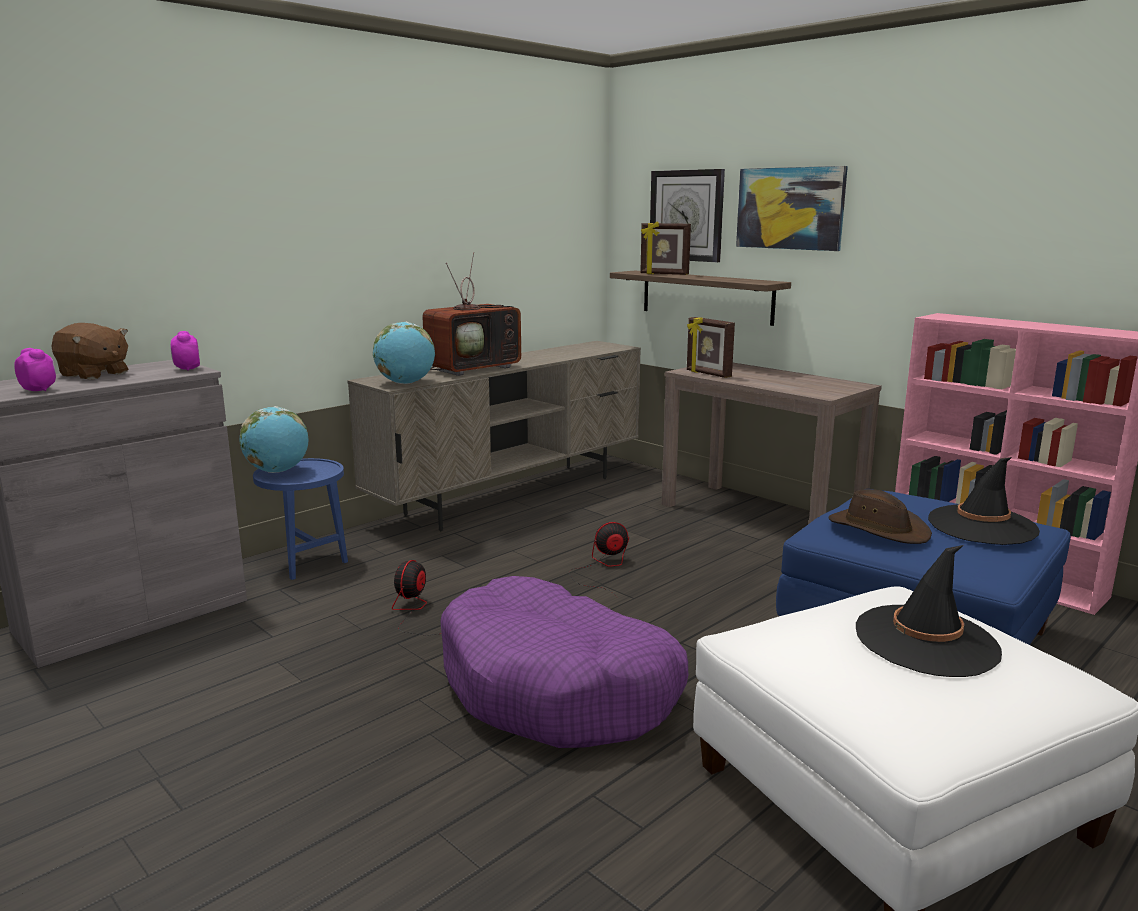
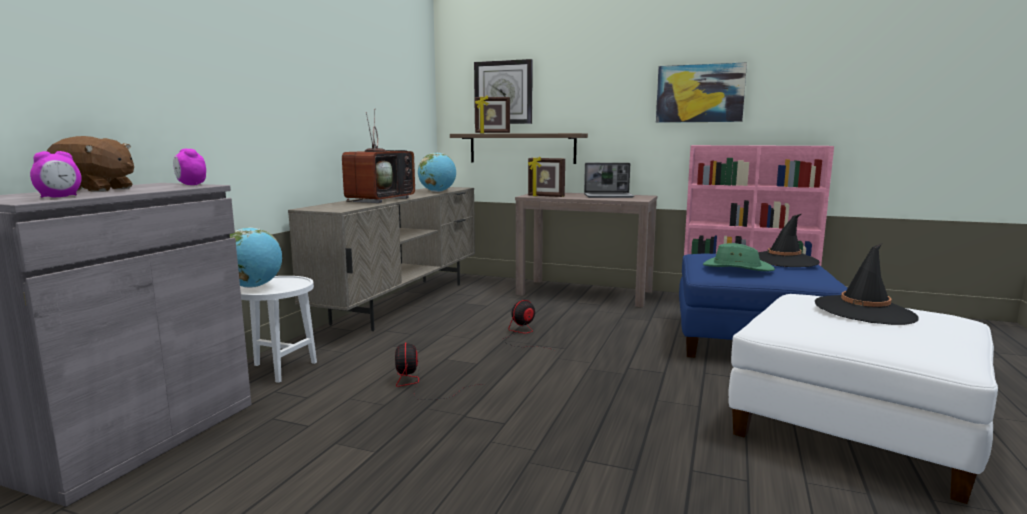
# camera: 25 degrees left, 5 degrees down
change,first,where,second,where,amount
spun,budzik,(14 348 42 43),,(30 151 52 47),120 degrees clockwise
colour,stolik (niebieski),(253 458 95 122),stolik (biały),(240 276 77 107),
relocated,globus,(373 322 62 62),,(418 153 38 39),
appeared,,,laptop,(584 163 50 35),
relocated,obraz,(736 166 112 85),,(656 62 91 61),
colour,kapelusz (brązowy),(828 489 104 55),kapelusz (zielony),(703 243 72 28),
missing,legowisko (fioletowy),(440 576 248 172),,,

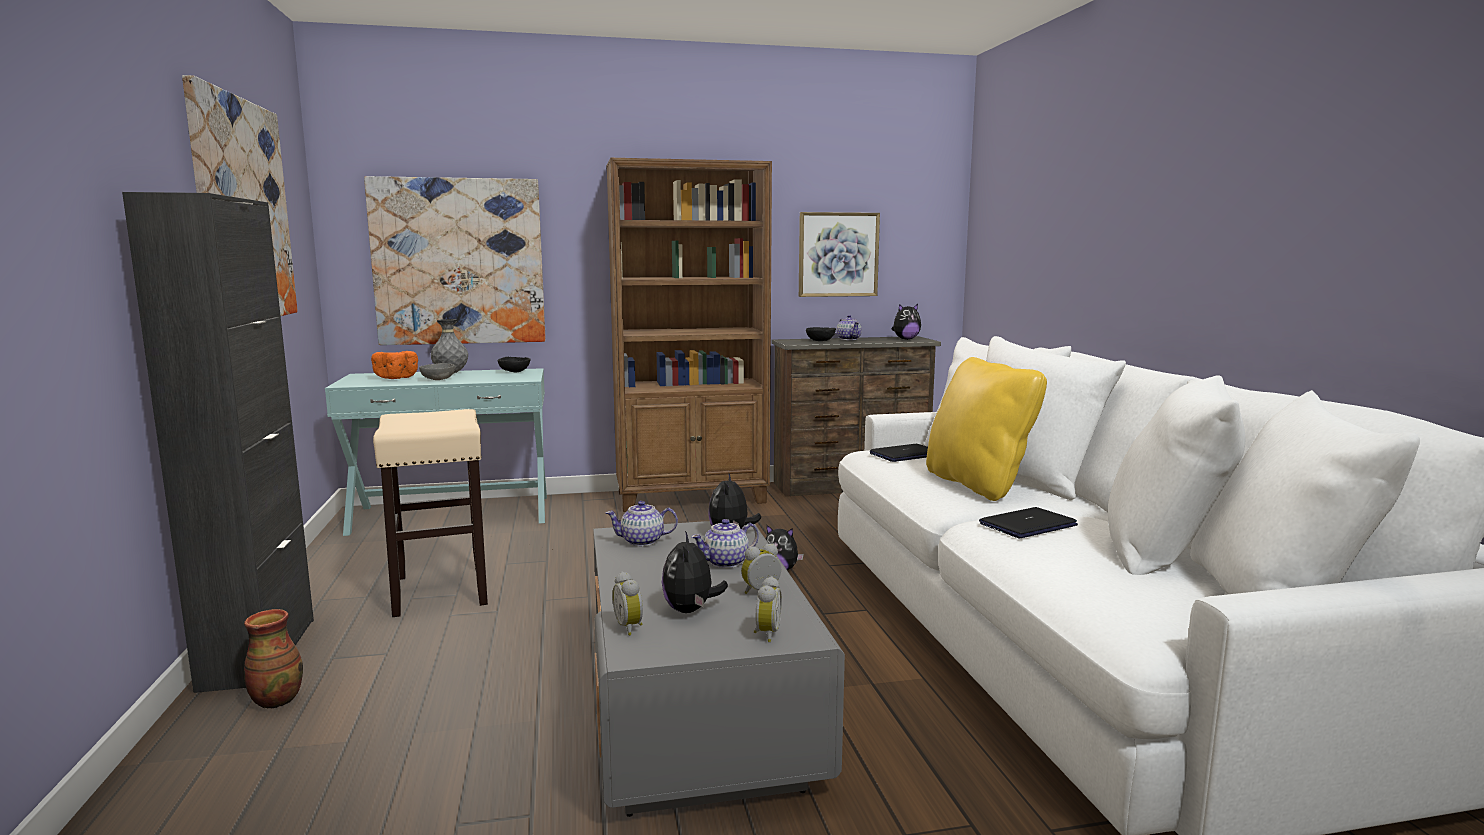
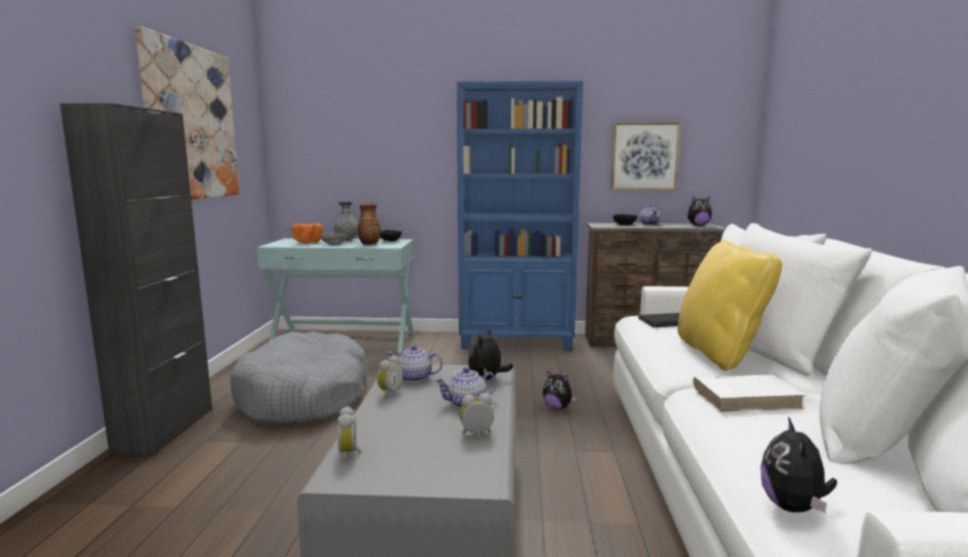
# camera: 15 degrees right, 0 degrees up
change,first,where,second,where,amount
exchanged,stołek (beżowy),(373 409 115 208),legowisko (szary),(230 332 138 91),
relocated,wazon,(244 609 59 100),,(358 204 23 41),
relocated,budzik,(754 576 28 66),,(377 356 26 41),
colour,regał (brązowy),(606 158 166 354),regał (niebieski),(457 80 126 271),
exchanged,laptop,(979 507 99 31),książka (biały),(692 375 113 36),
relocated,pluszak,(662 531 66 82),,(760 416 77 97),
missing,obraz,(364 176 182 169),,,

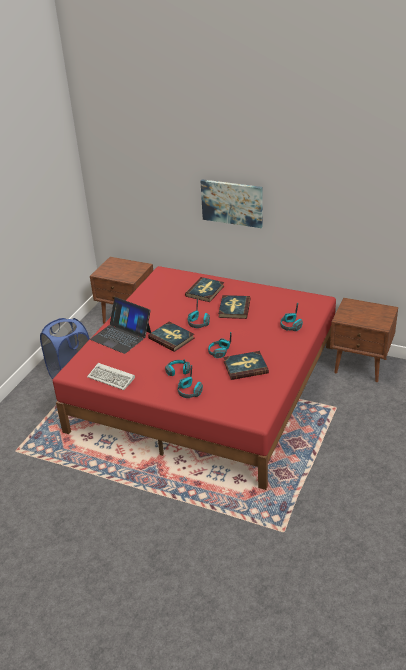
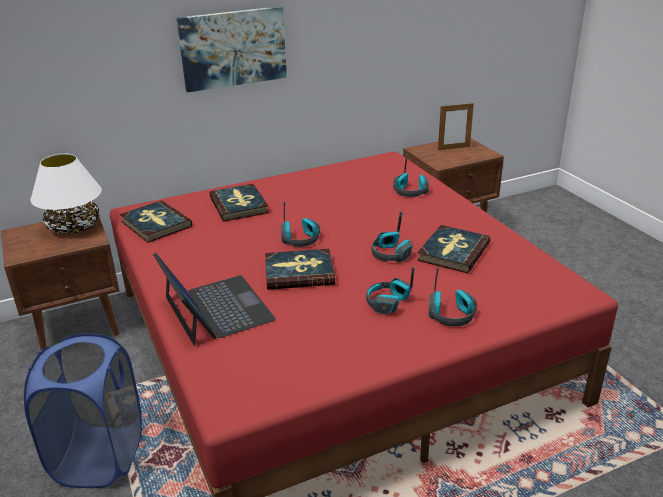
# camera: 50 degrees left, 5 degrees down
change,first,where,second,where,amount
appeared,,,lampa stołowa (biały),(30 154 72 80),
relocated,książka,(218 295 33 24),,(120 200 72 43),
spun,laptop,(90 297 61 57),,(153 252 123 94),105 degrees counterclockwise
appeared,,,ramka na zdjęcie,(438 102 36 48),
missing,klawiatura,(87 363 48 27),,,

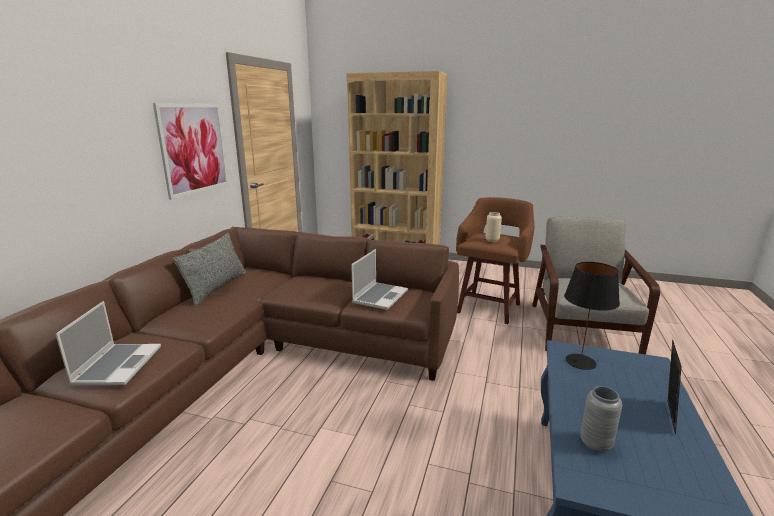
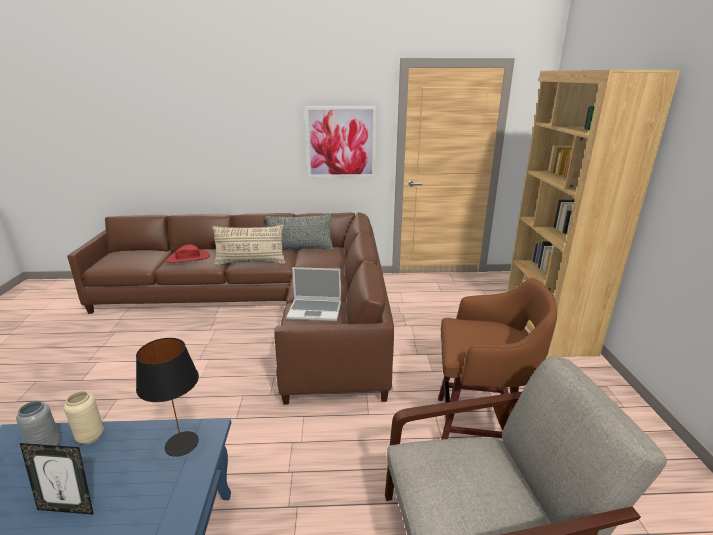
# camera: 70 degrees right, 5 degrees up
change,first,where,second,where,amount
relocated,wazon (beżowy),(485 212 17 30),,(64 391 40 53),
exchanged,laptop,(56 301 105 84),kapelusz (czerwony),(166 244 44 19),
appeared,,,poduszka (beżowy),(212 225 74 41),

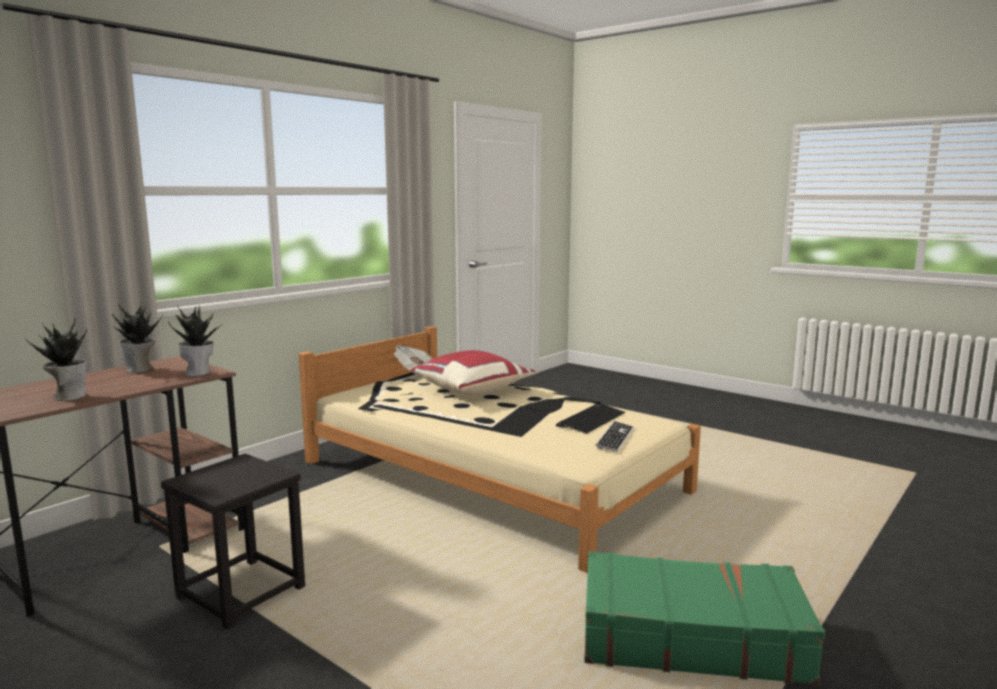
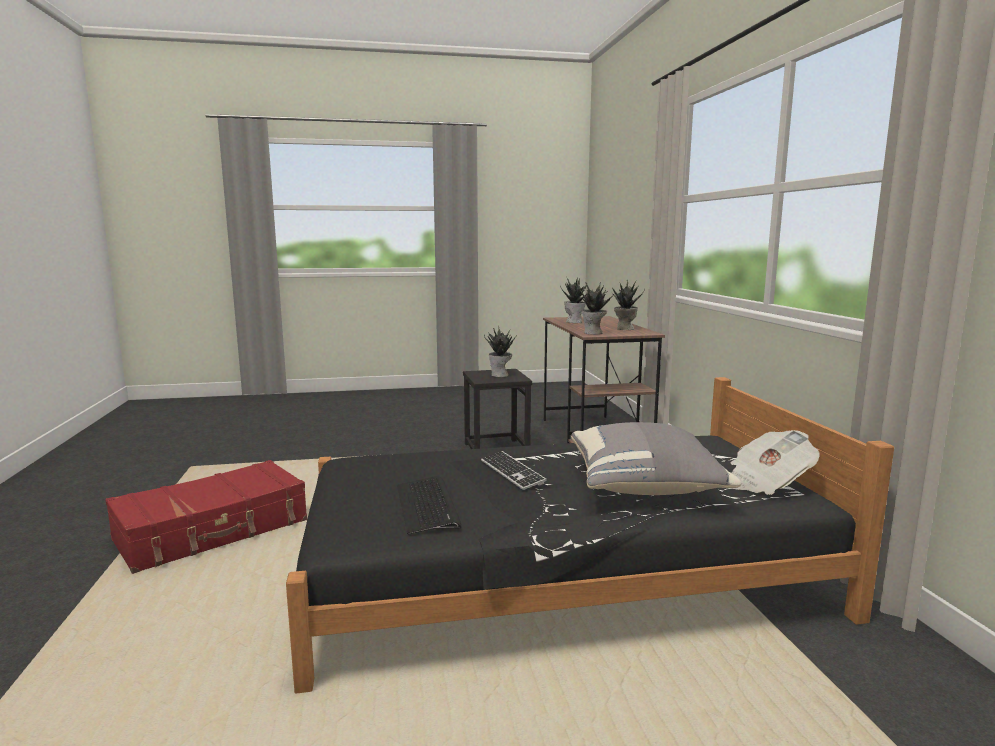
# camera: 130 degrees right, 0 degrees up
change,first,where,second,where,amount
colour,walizka (zielony),(584 551 241 135),walizka (czerwony),(105 460 202 114),
colour,łóżko (beżowy),(299 326 402 247),łóżko (czarny),(286 377 608 317),
relocated,klawiatura,(596 421 38 31),,(481 451 66 39),
appeared,,,roślina doniczkowa,(484 325 33 52),
colour,poduszka (czerwony),(411 350 124 45),poduszka (szary),(571 422 170 73),

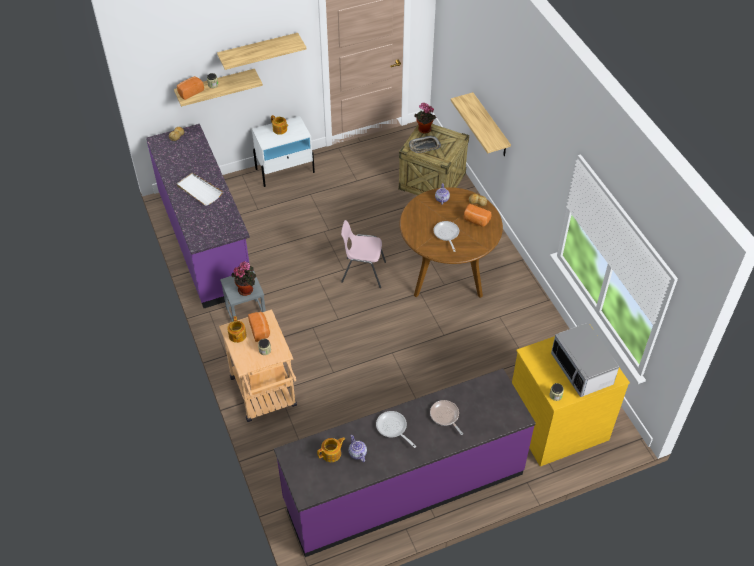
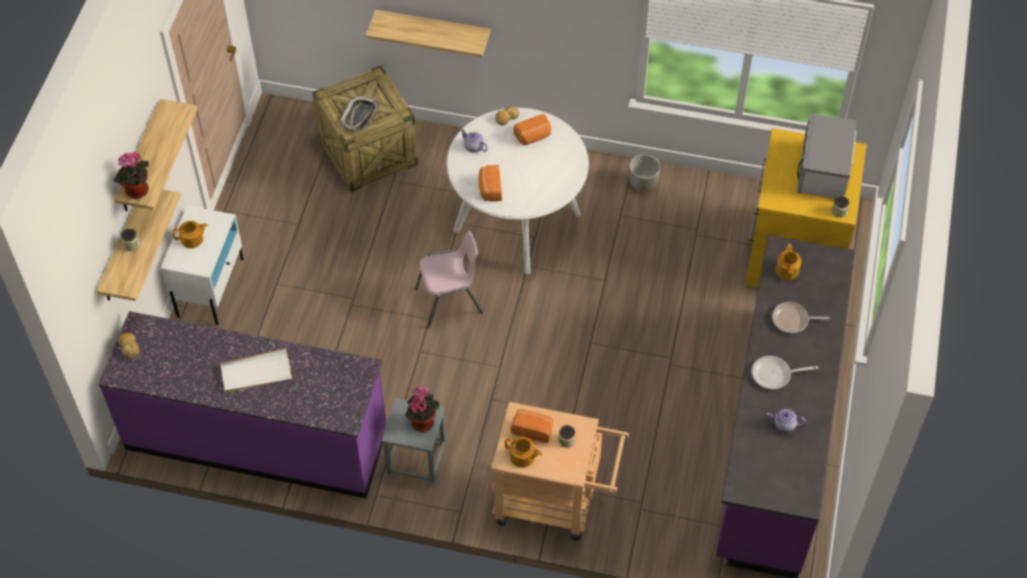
# camera: 55 degrees left, 5 degrees up
change,first,where,second,where,amount
relocated,roślina doniczkowa,(414 103 22 31),,(113 152 36 47),
spun,krzesło (różowy),(341 220 45 68),,(415 231 68 98),150 degrees counterclockwise
colour,stół jadalny (brązowy),(400 187 103 111),stół jadalny (biały),(446 108 143 166),
relocated,chleb,(177 76 27 24),,(479 165 23 37),
appeared,,,donica (szary),(629 154 32 37),
relocated,imbryk,(317 437 28 25),,(775 244 26 36),
spun,mikrofalówka,(551 323 68 74),,(797 114 60 85),90 degrees clockwise
missing,patelnia,(433 221 26 31),,,

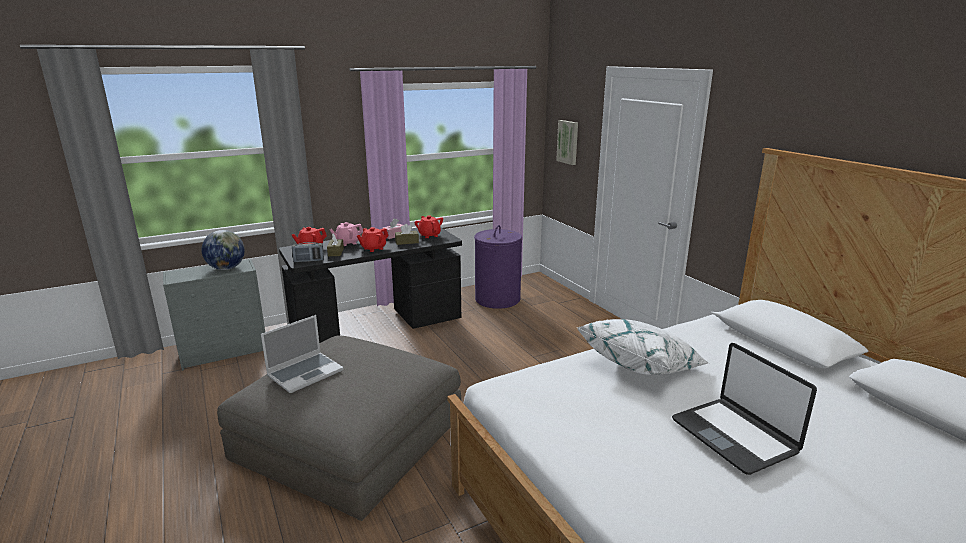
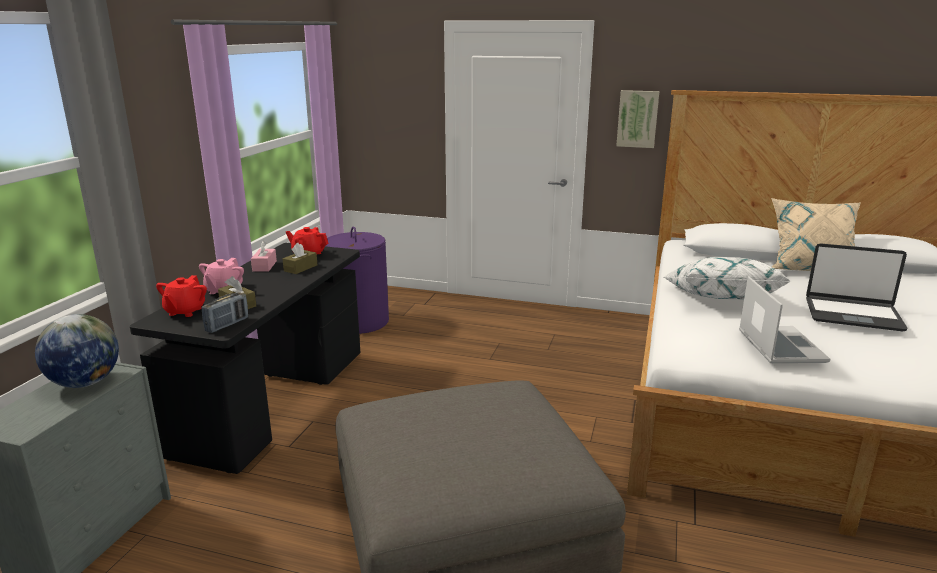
# camera: 45 degrees left, 0 degrees up
change,first,where,second,where,amount
relocated,obraz,(556 120 22 45),,(616 90 43 58),
relocated,laptop,(261 315 83 78),,(739 276 91 87),
appeared,,,poduszka (beżowy),(771 198 89 73),
missing,imbryk (czerwony),(357 227 31 25),,,

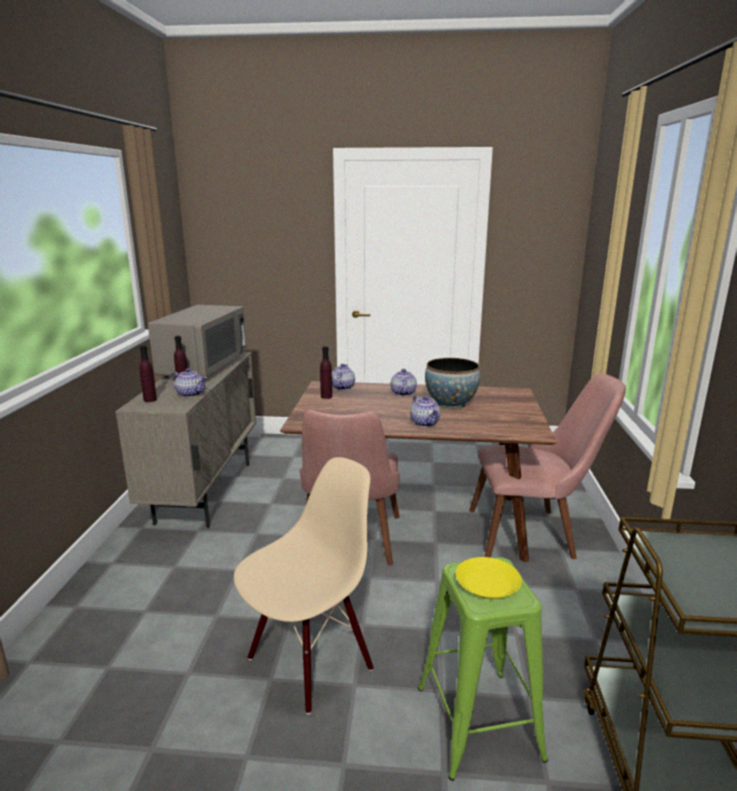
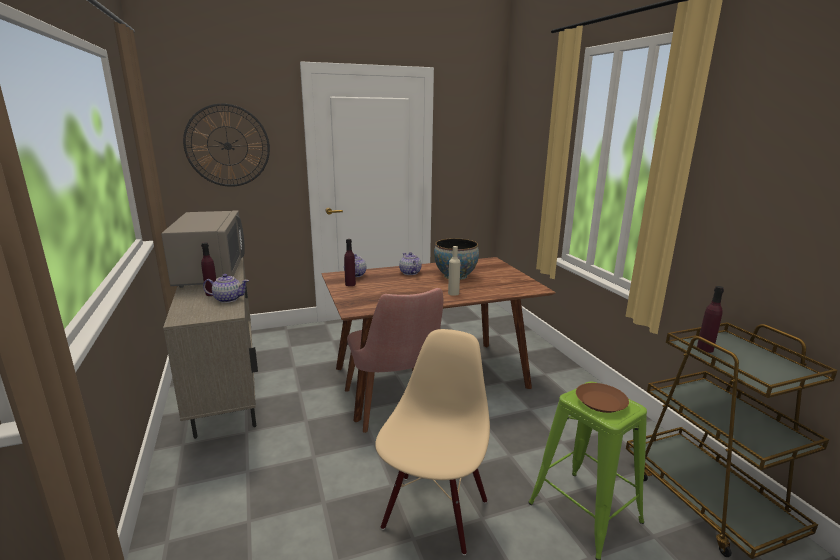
# camera: 25 degrees left, 0 degrees up
change,first,where,second,where,amount
appeared,,,zegar ścienny,(183 103 87 84),
exchanged,imbryk,(410 395 30 32),butelka (beżowy),(448 246 12 50),
colour,talerz (żółty),(456 557 66 42),talerz (brązowy),(576 383 53 30),
relocated,butelka (fioletowy),(139 345 18 57),,(697 286 27 67),
missing,krzesło (różowy),(469 373 157 186),,,

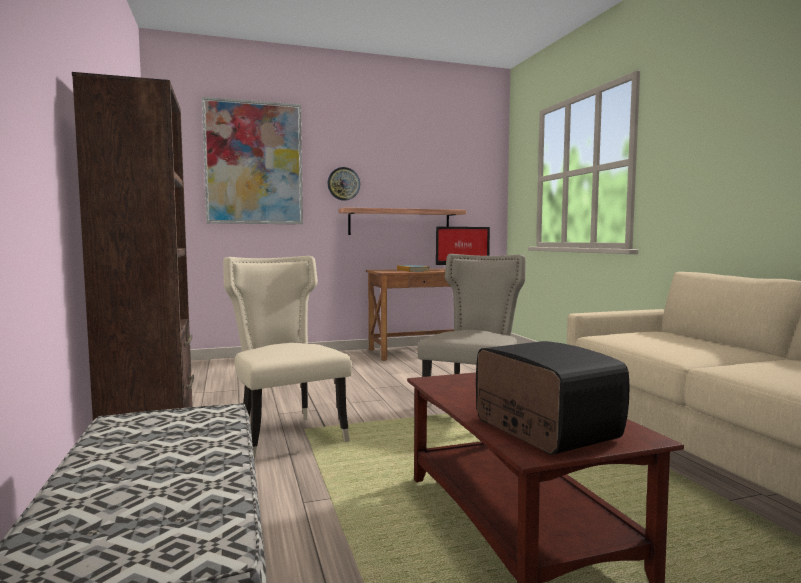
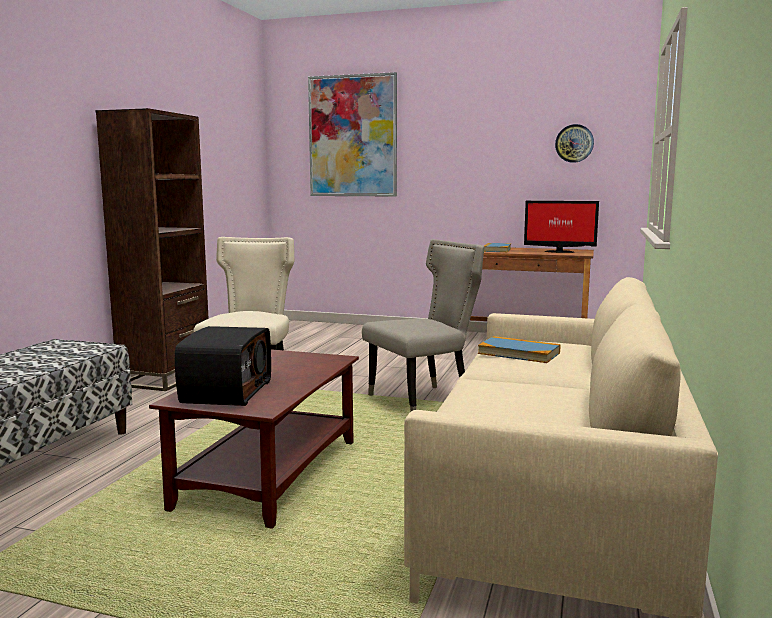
# camera: 35 degrees right, 5 degrees up
change,first,where,second,where,amount
appeared,,,książka,(478 336 82 27),
relocated,zegar ścienny,(327 167 33 34),,(555 124 39 39),
missing,półka,(339 207 127 28),,,

